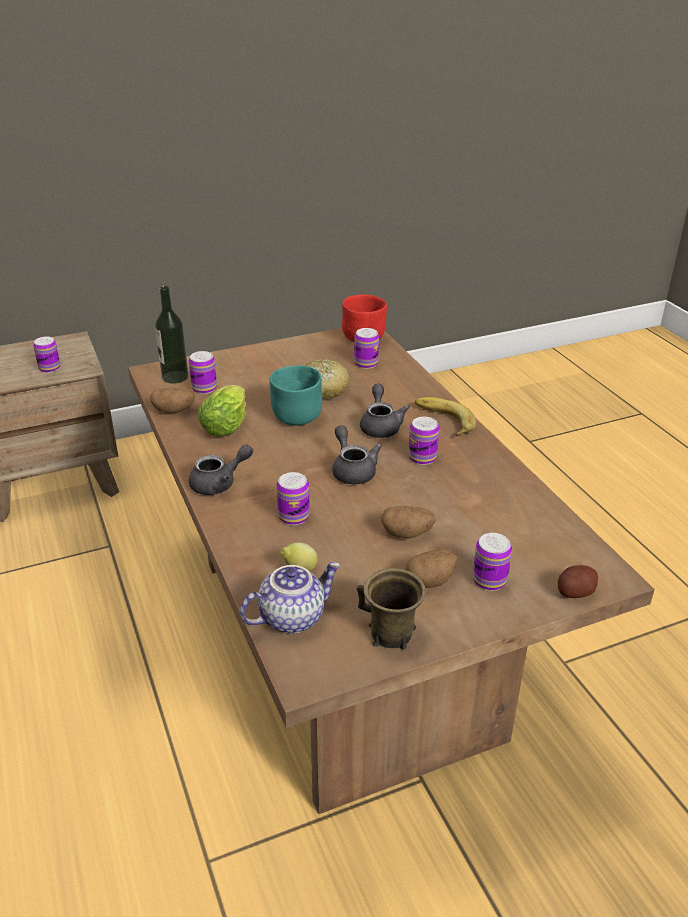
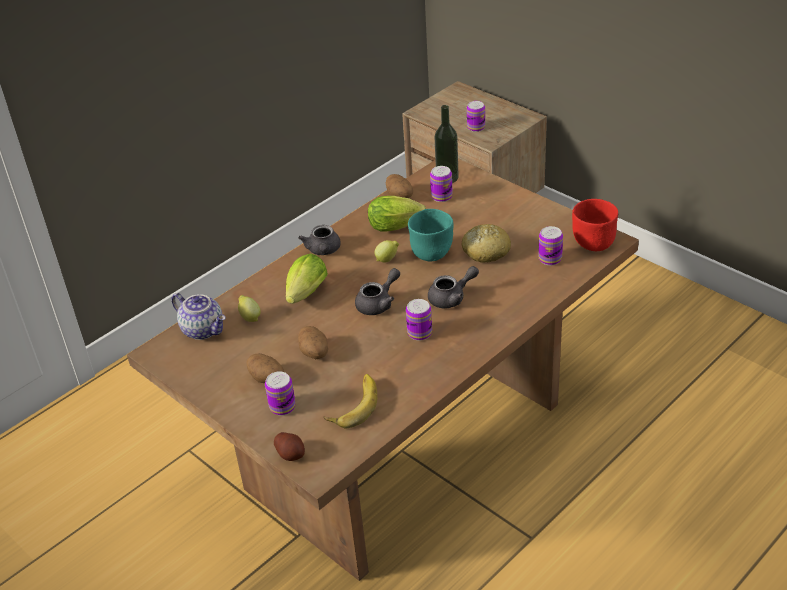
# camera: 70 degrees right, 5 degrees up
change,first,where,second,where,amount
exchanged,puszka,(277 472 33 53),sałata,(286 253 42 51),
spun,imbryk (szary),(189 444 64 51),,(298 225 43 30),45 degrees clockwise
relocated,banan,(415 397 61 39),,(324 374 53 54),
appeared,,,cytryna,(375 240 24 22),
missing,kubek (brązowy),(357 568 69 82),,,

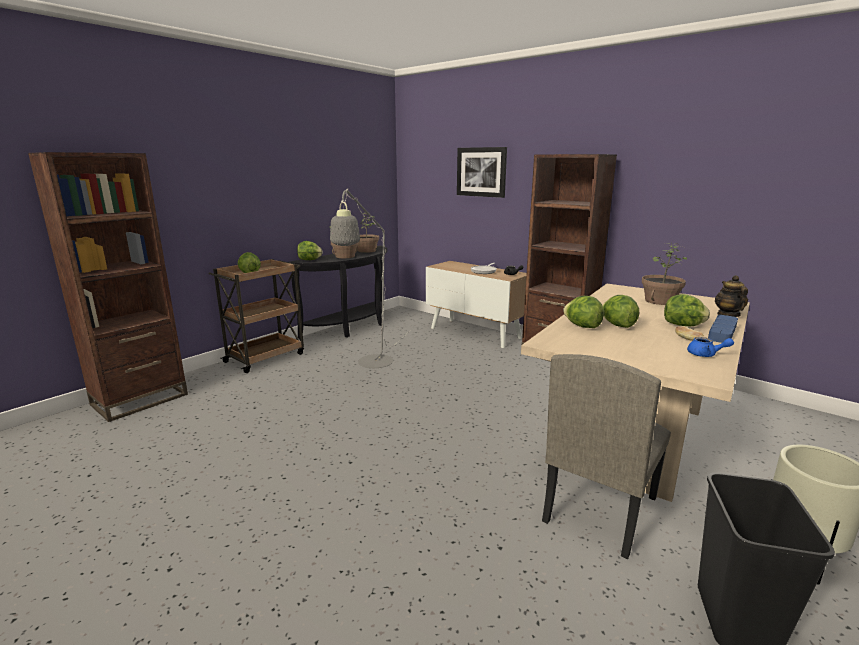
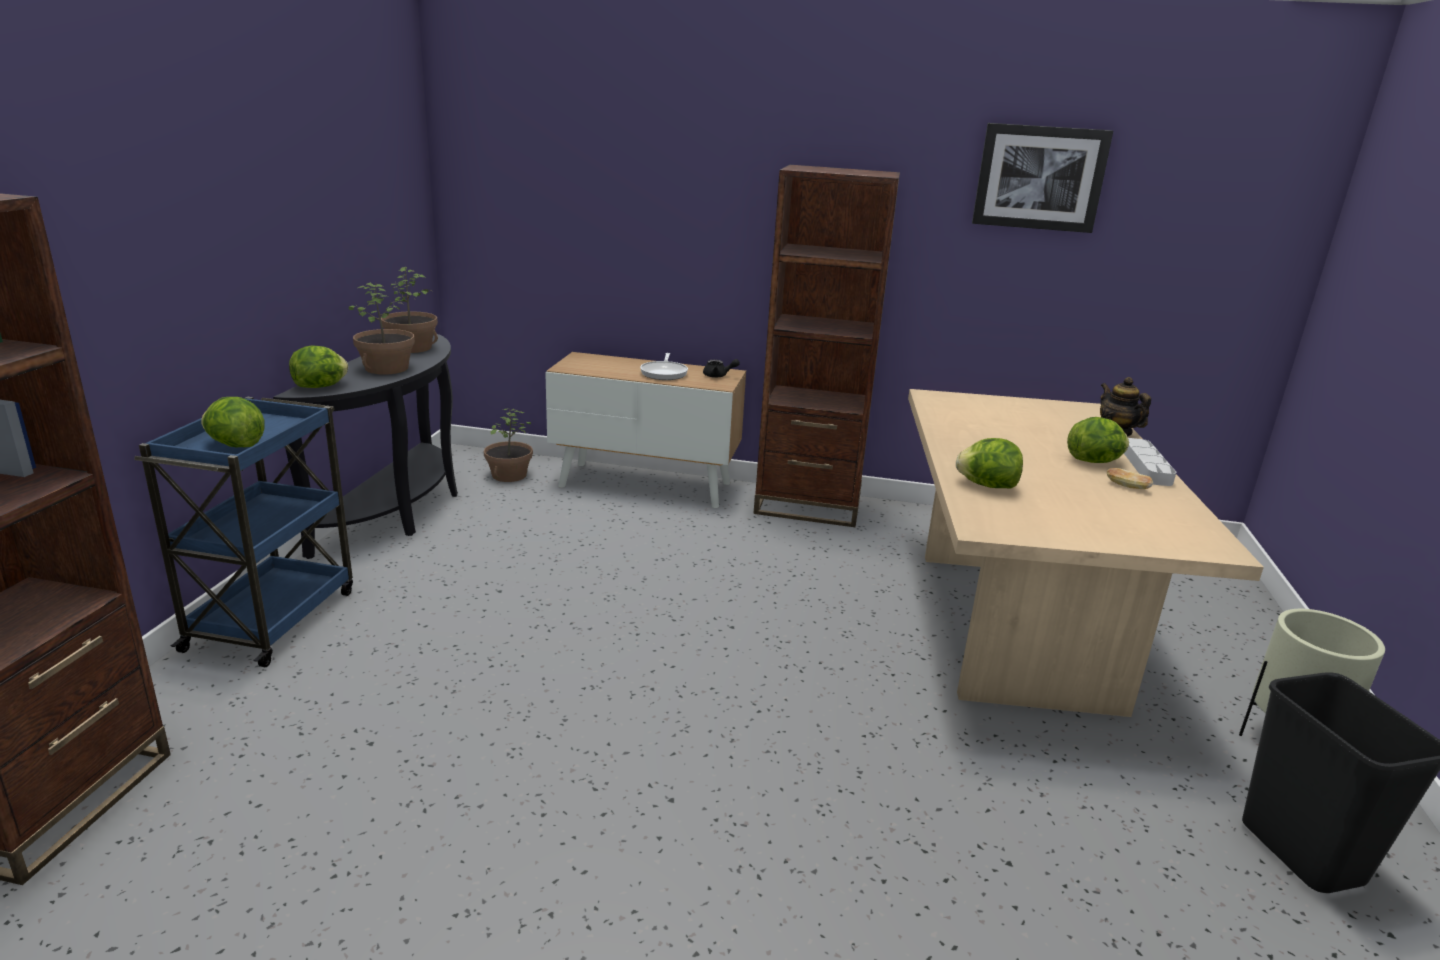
# camera: 30 degrees left, 5 degrees up
change,first,where,second,where,amount
colour,wózek (brązowy),(209 259 95 114),wózek (niebieski),(134 397 219 270),
relocated,roślina doniczkowa,(642 243 45 62),,(484 408 49 74),
relocated,obraz,(457 147 50 51),,(972 123 141 110),
colour,taca (niebieski),(708 315 30 28),taca (szary),(1124 438 52 48),
missing,lampa stojąca (szary),(330 188 80 180),,,
missing,krzesło (beżowy),(542 354 129 205),,,
missing,sałata,(602 295 37 33),,,
missing,imbryk (niebieski),(687 337 47 20),,,

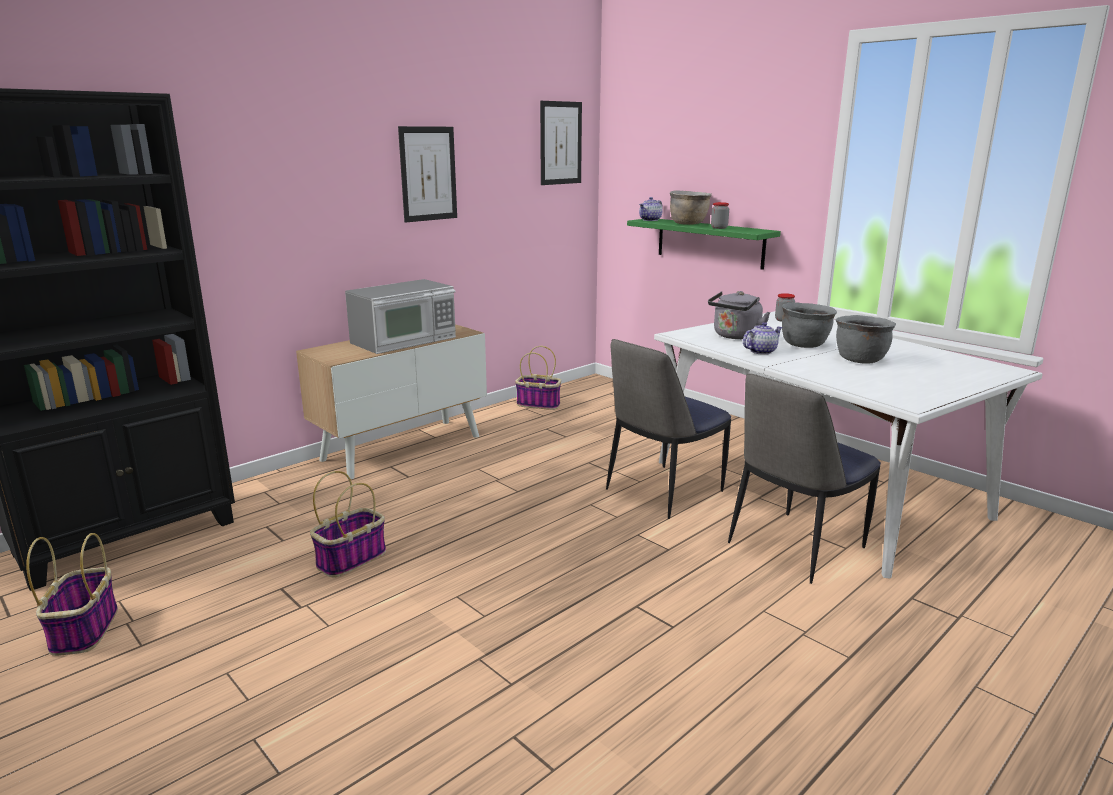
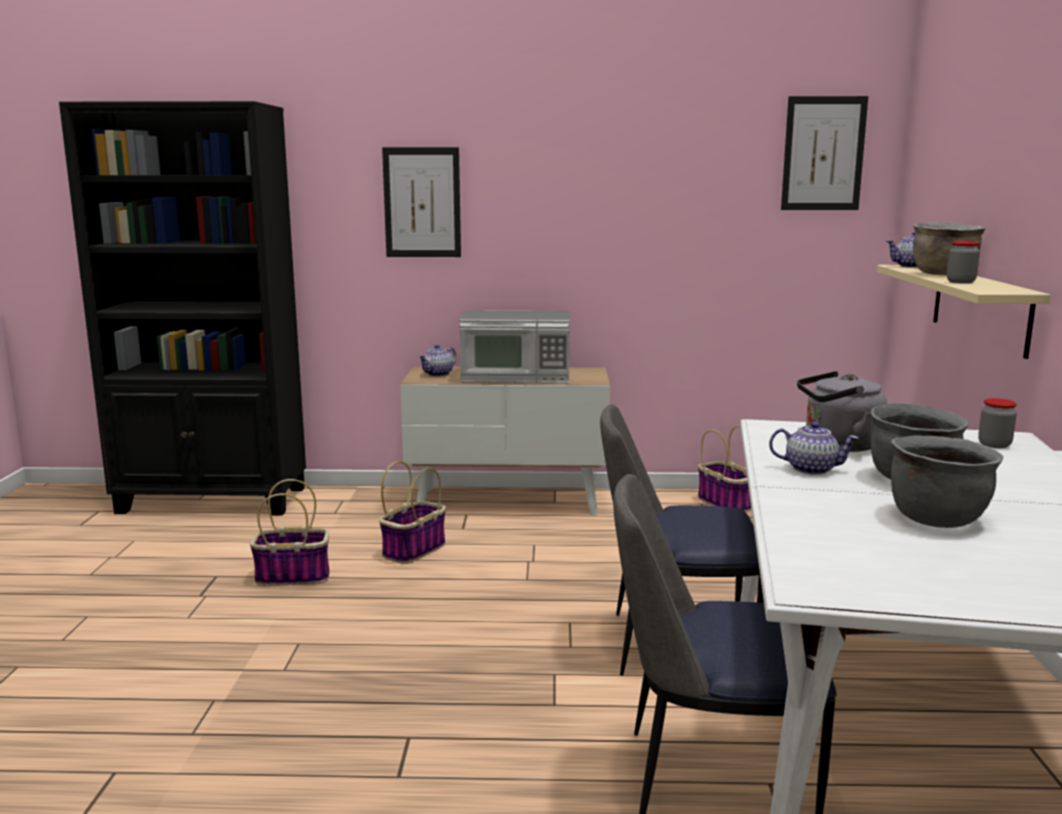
# camera: 45 degrees right, 5 degrees down
change,first,where,second,where,amount
relocated,koszyk,(26 533 92 123),,(379 461 67 103),
relocated,obraz,(398 126 59 97),,(382 147 79 110),
appeared,,,imbryk,(418 344 38 33),
colour,półka (zielony),(627 219 154 51),półka (beżowy),(877 265 174 94),

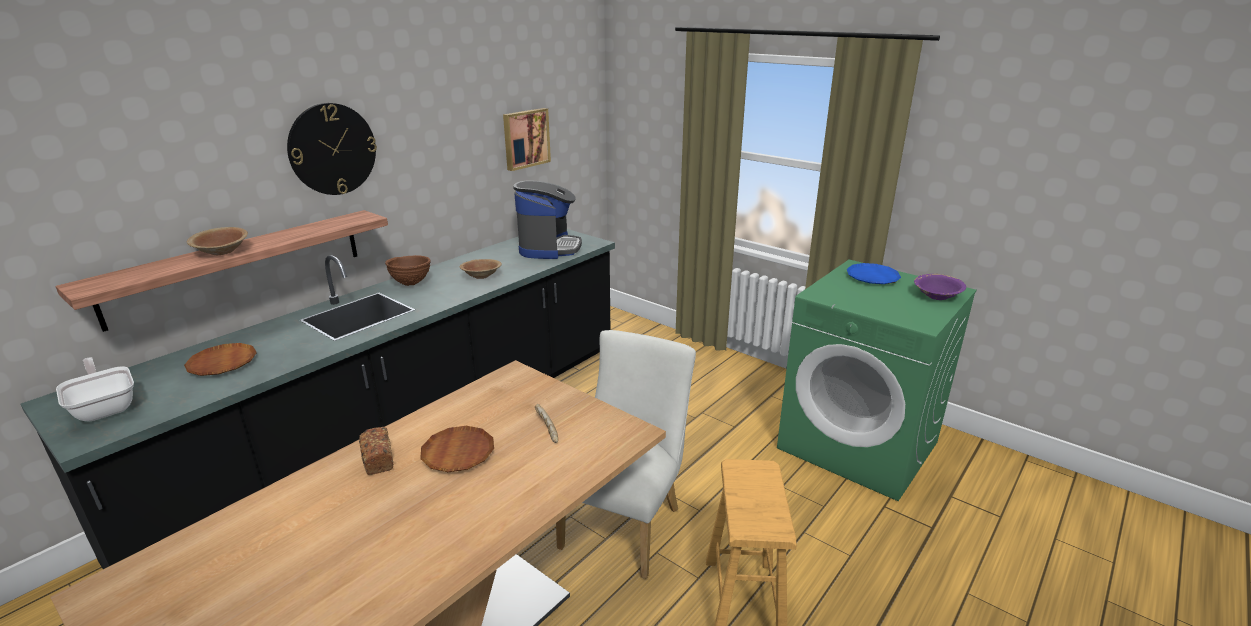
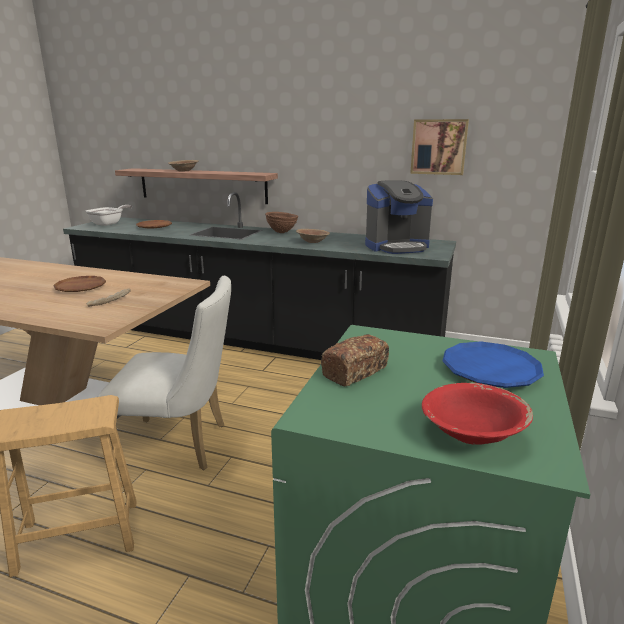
# camera: 70 degrees right, 5 degrees down
change,first,where,second,where,amount
relocated,chleb,(359 427 34 48),,(321 334 68 53),
colour,miska (fioletowy),(914 274 52 26),miska (czerwony),(422 383 111 62),
missing,zegar ścienny,(287 103 90 92),,,

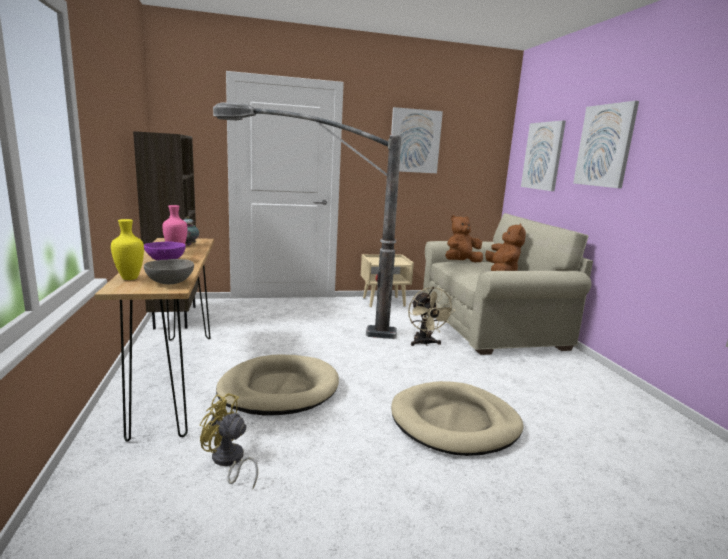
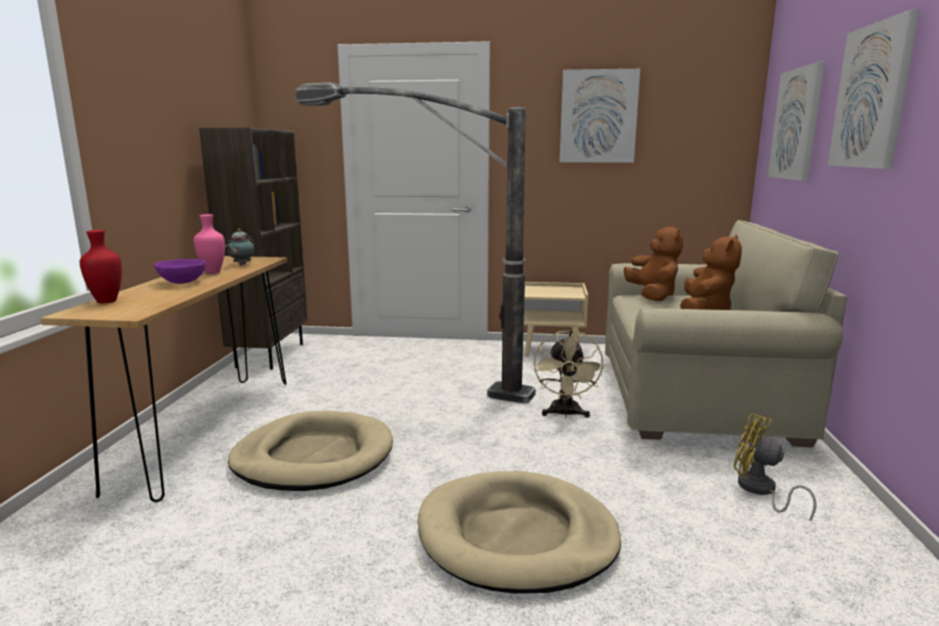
# camera: 20 degrees right, 0 degrees up
change,first,where,second,where,amount
colour,wazon (żółty),(111 219 33 61),wazon (czerwony),(80 230 42 73),
spun,pluszak (brązowy),(445 215 38 48),,(624 225 59 76),90 degrees clockwise
relocated,wentylator (żółty),(200 393 58 95),,(734 413 83 109),
missing,miska (szary),(144 259 50 25),,,

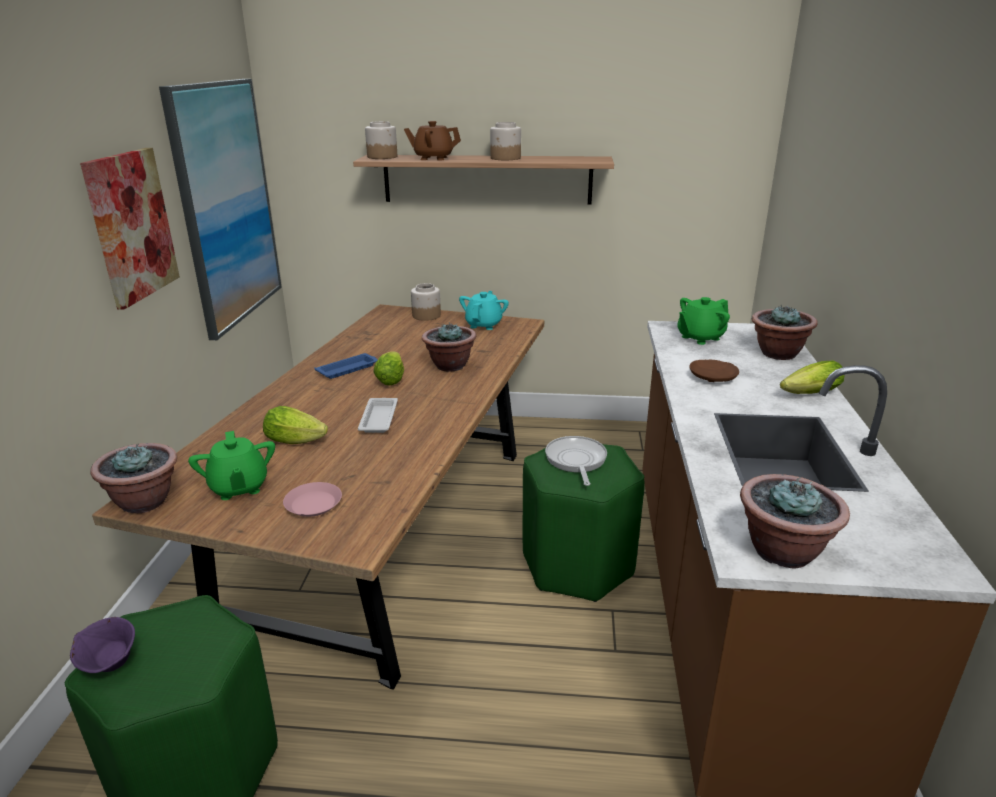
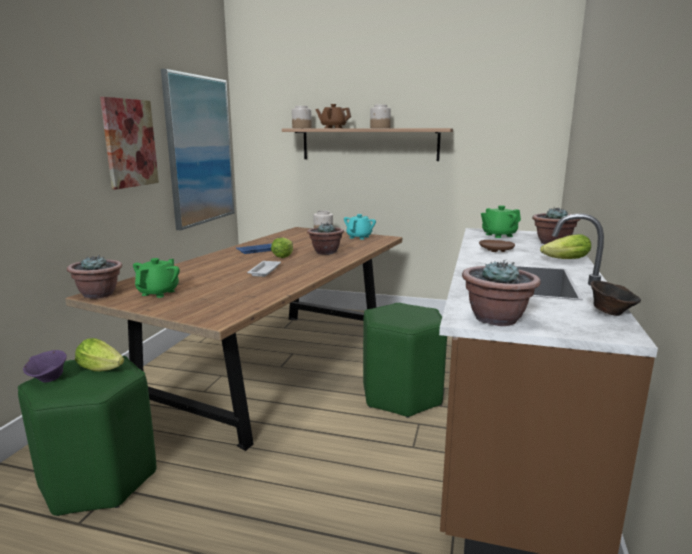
# camera: 10 degrees right, 10 degrees down
change,first,where,second,where,amount
relocated,sałata,(263 406 65 38),,(75 338 49 33),
spun,imbryk (zielony),(188 431 87 69),,(133 258 47 40),150 degrees counterclockwise
appeared,,,miska (brązowy),(590 281 51 35),
missing,talerz (różowy),(283 482 59 35),,,
missing,patelnia,(545 436 62 50),,,

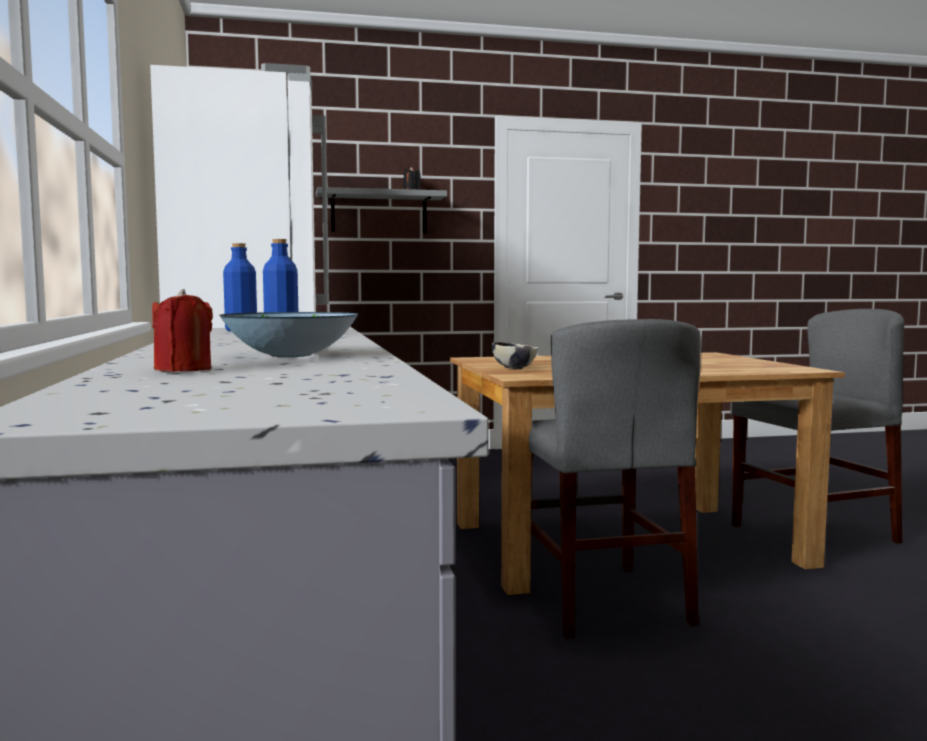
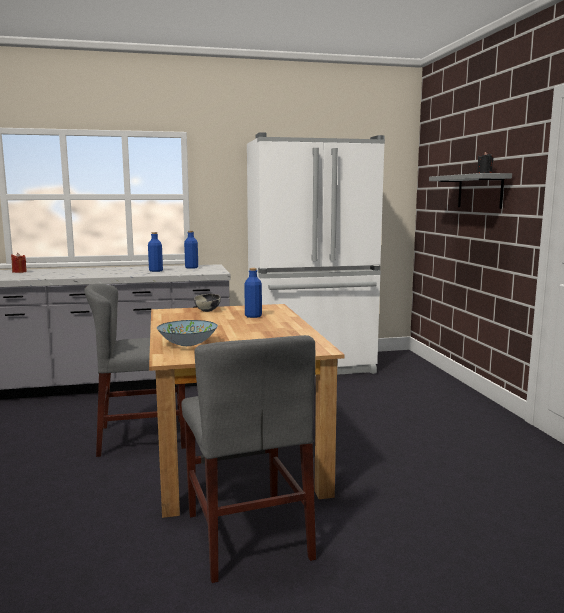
# camera: 90 degrees right, 5 degrees up
change,first,where,second,where,amount
relocated,miska,(219 312 139 45),,(157 320 61 26),
appeared,,,butelka (niebieski),(244 268 18 50),

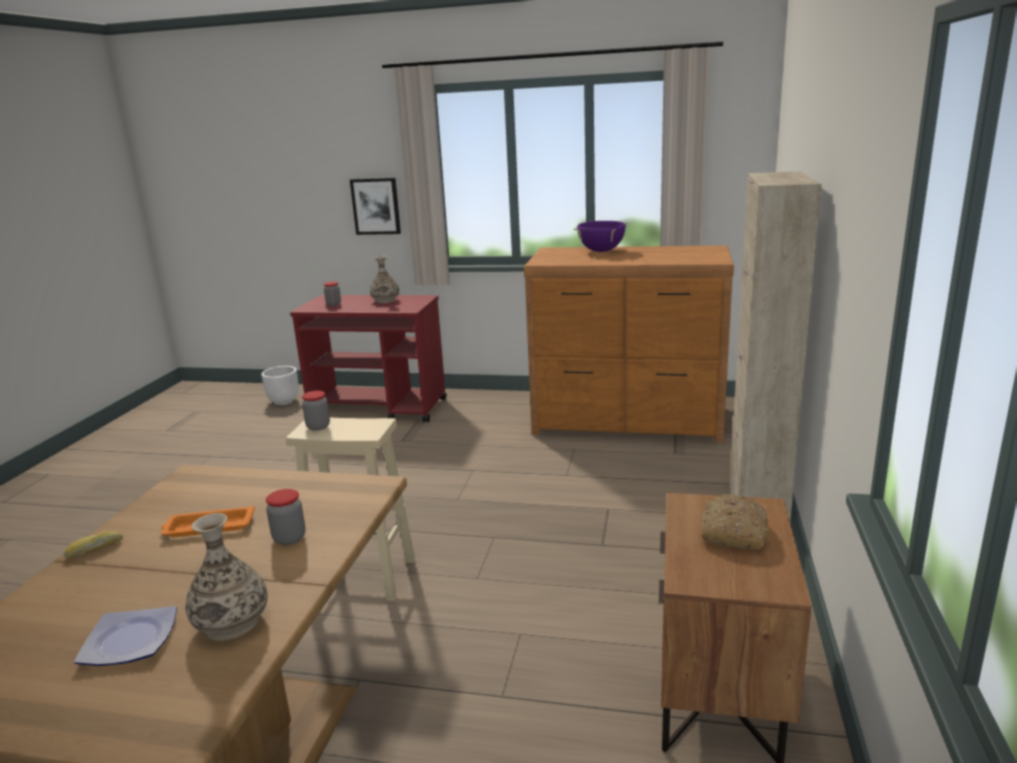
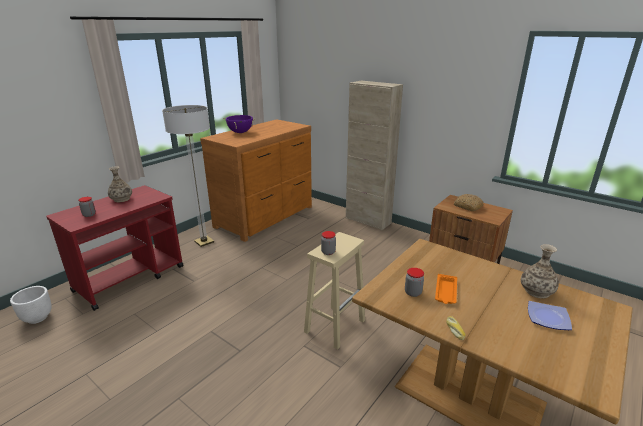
# camera: 65 degrees left, 5 degrees up
change,first,where,second,where,amount
appeared,,,lampa stojąca,(162 105 52 142),
relocated,słoik,(266 489 40 56),,(405 268 19 29),
missing,obraz,(350 178 51 57),,,

